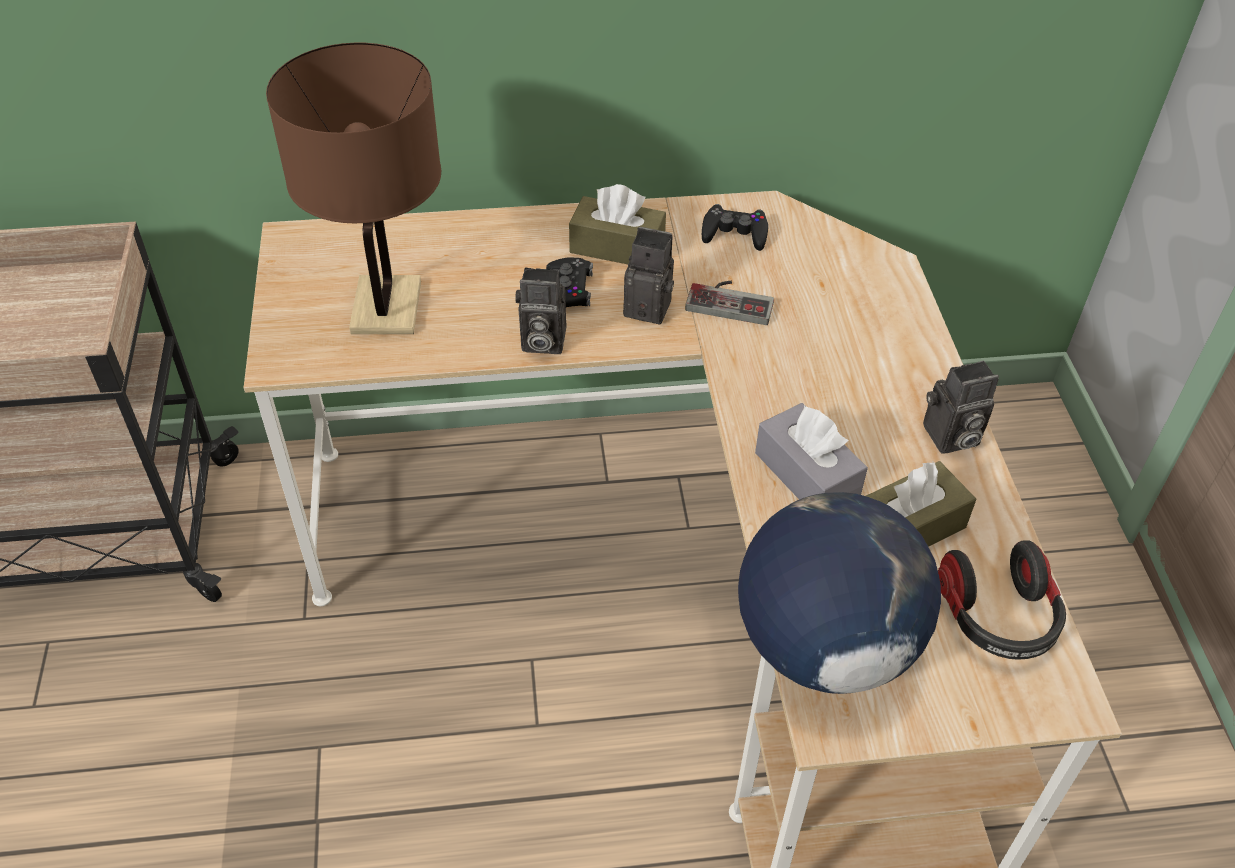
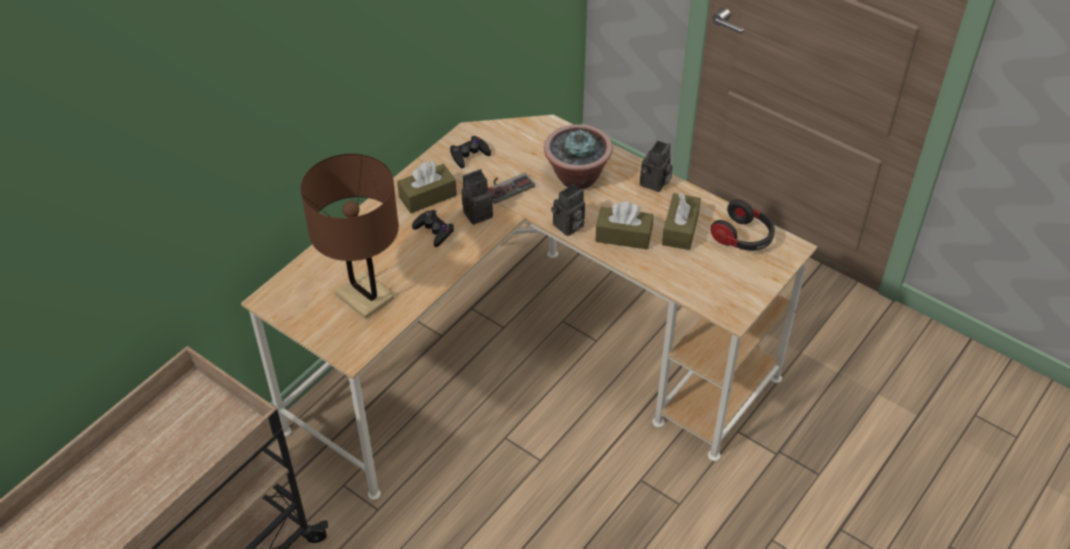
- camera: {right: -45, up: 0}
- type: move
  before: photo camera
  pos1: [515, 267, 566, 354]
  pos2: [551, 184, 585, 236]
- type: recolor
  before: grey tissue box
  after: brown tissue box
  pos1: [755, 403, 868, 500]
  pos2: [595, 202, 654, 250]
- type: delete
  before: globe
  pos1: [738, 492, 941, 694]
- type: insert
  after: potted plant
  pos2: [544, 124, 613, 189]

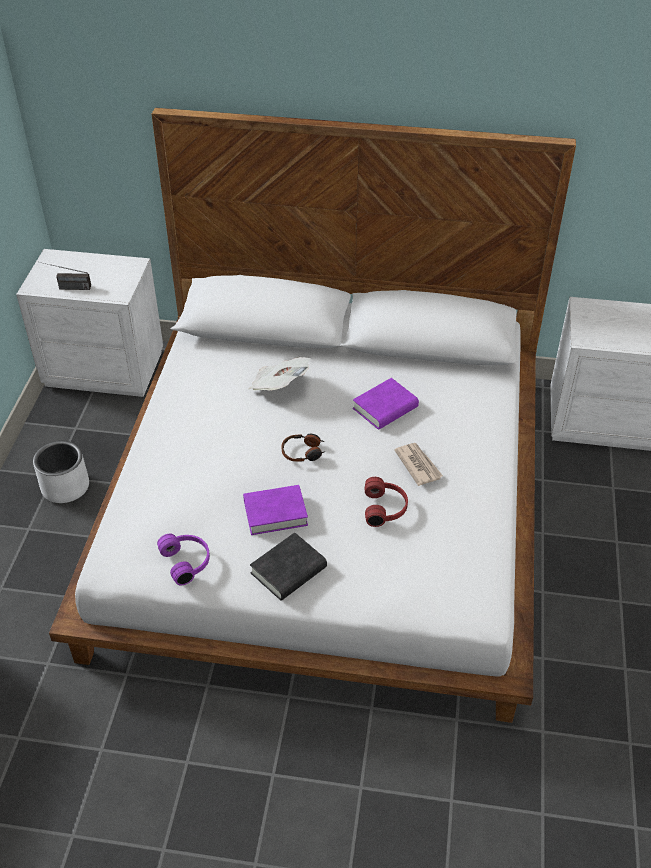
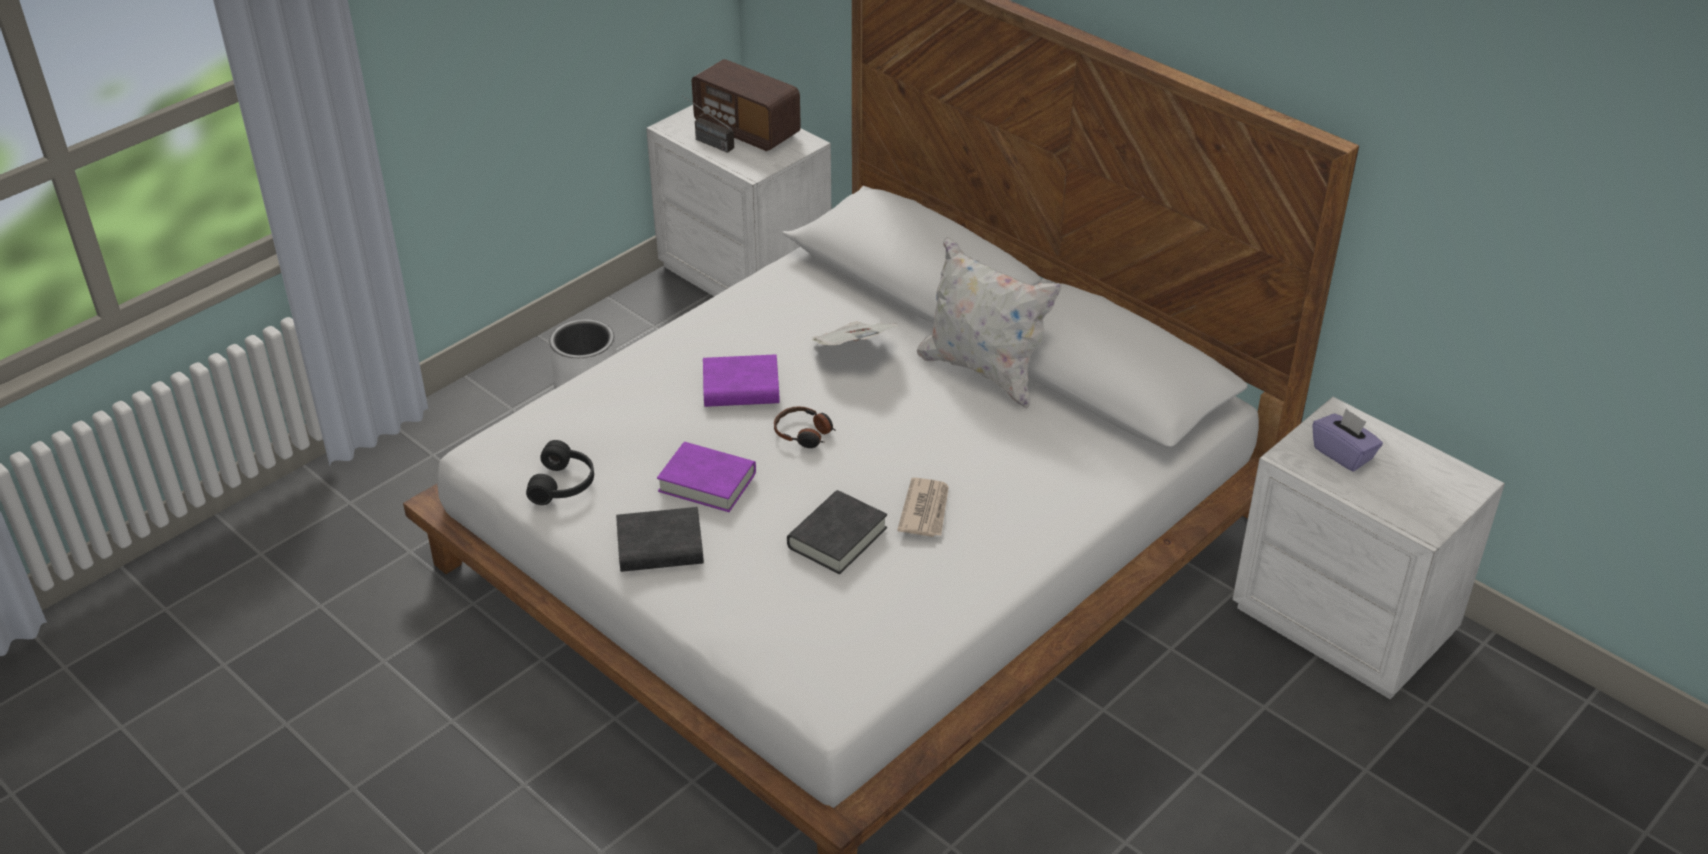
- camera: {right: 35, up: -5}
- type: move
  before: purple book
  pos1: [353, 378, 419, 430]
  pos2: [703, 354, 780, 407]
- type: replace
  before: red headphones
  after: black book
  pos1: [365, 477, 408, 527]
  pos2: [787, 490, 887, 574]
- type: recolor
  before: purple headphones
  after: black headphones
  pos1: [157, 534, 210, 585]
  pos2: [526, 440, 594, 505]
- type: insert
  after: radio
  pos2: [692, 59, 801, 151]
- type: insert
  after: white pillow
  pos2: [917, 237, 1062, 409]
- type: insert
  after: purple tissue box
  pos2: [1312, 408, 1383, 472]

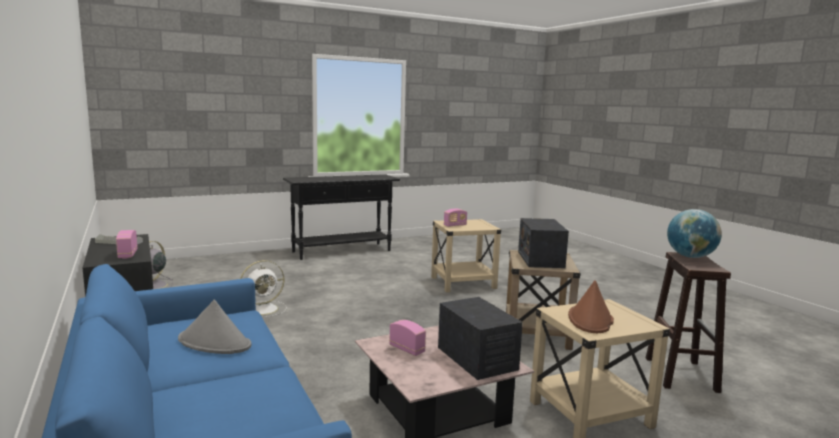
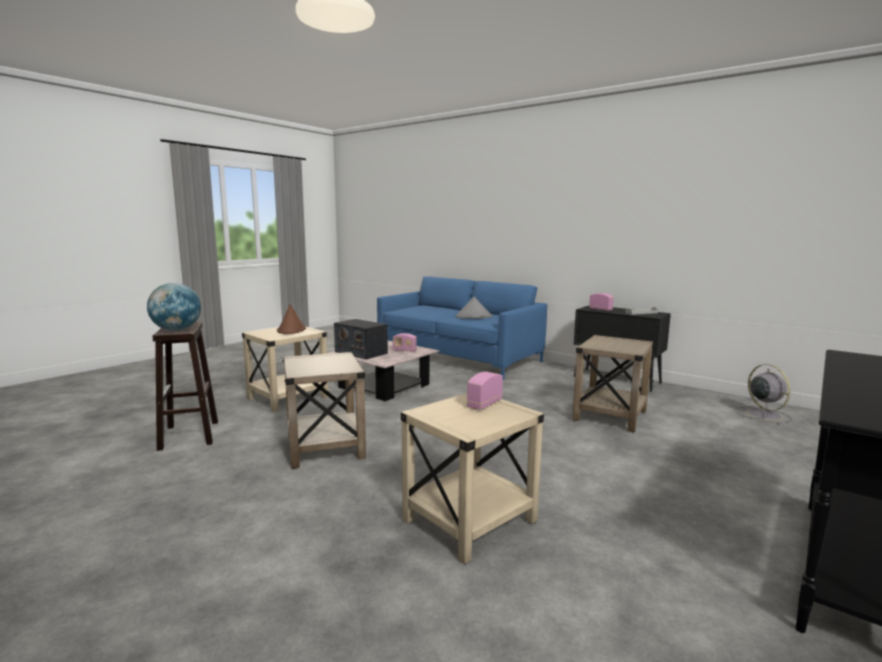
- camera: {right: 155, up: 0}
- type: delete
  before: radio
  pos1: [518, 218, 569, 268]
- type: replace
  before: white fan
  after: beige side table
  pos1: [240, 260, 287, 317]
  pos2: [572, 335, 654, 432]

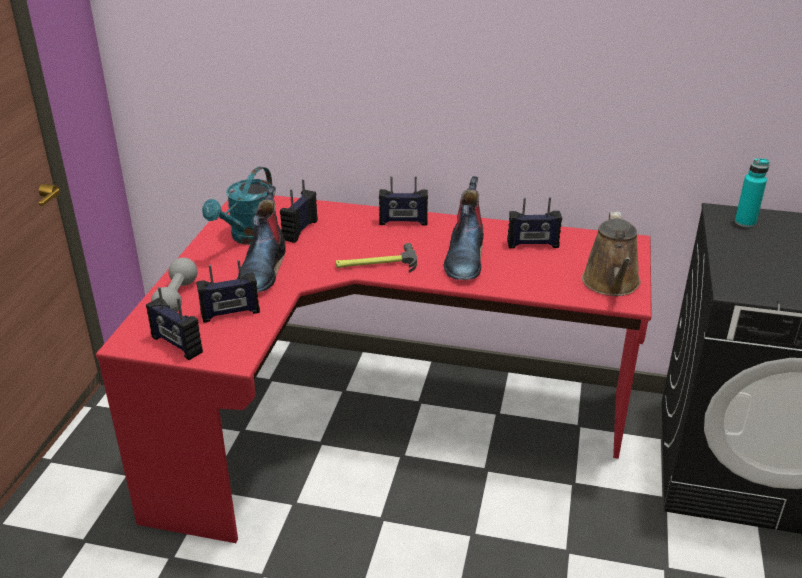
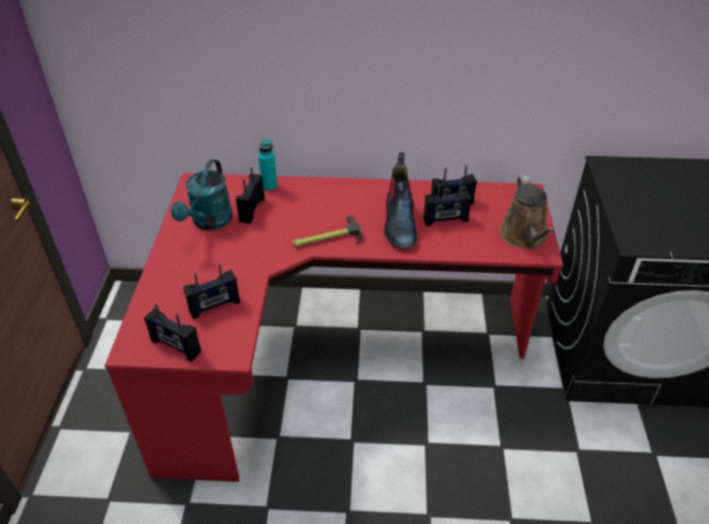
- camera: {right: -10, up: 10}
- type: move
  before: turquoise bottle
  pos1: [735, 158, 770, 228]
  pos2: [258, 140, 277, 191]
- type: move
  before: radio
  pos1: [379, 176, 428, 226]
  pos2: [423, 182, 472, 226]
- type: delete
  before: boot
  pos1: [237, 186, 286, 292]
- type: delete
  before: grey dumbbell
  pos1: [151, 258, 198, 312]

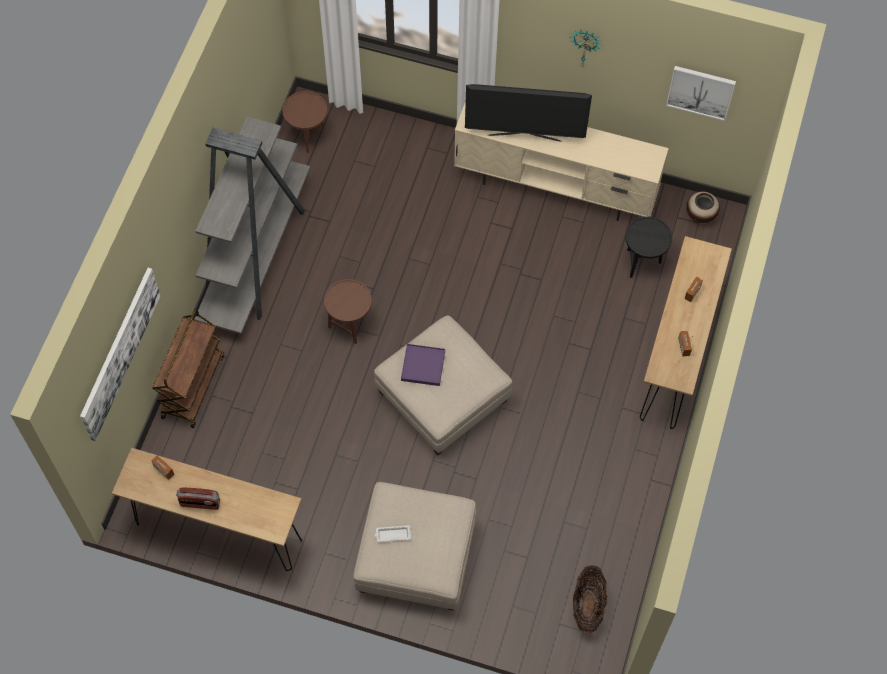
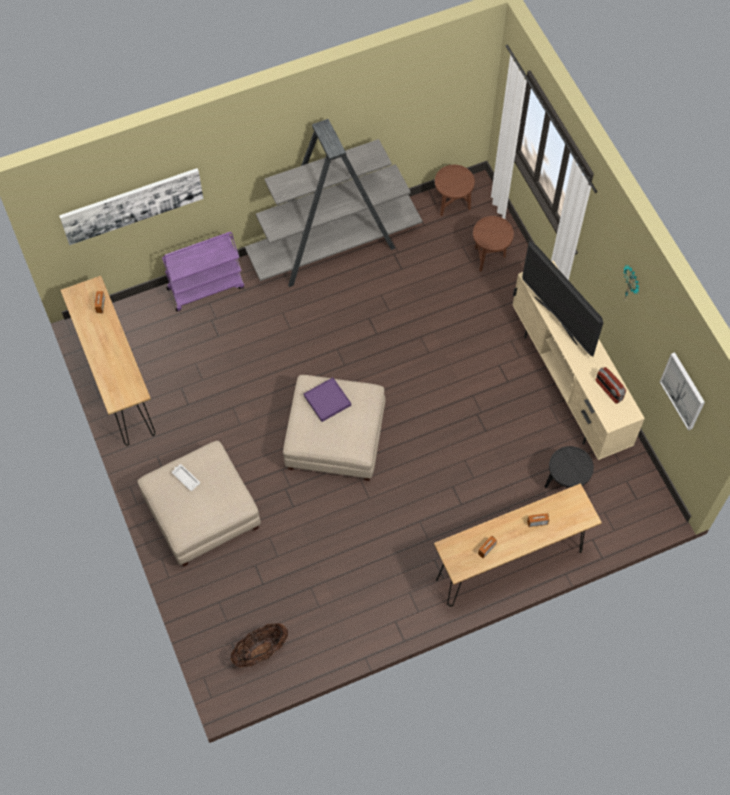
- camera: {right: 50, up: 0}
- type: delete
  before: vase
  pos1: [686, 191, 720, 223]
- type: move
  before: brown side table
  pos1: [324, 279, 372, 344]
  pos2: [473, 216, 514, 272]
- type: recolor
  before: brown cart
  after: purple cart
  pos1: [152, 308, 224, 428]
  pos2: [162, 232, 244, 312]
- type: move
  before: radio
  pos1: [176, 488, 220, 510]
  pos2: [596, 367, 626, 404]

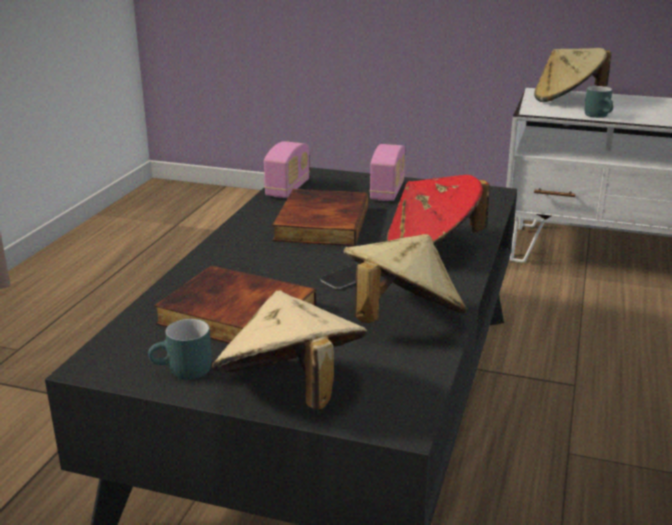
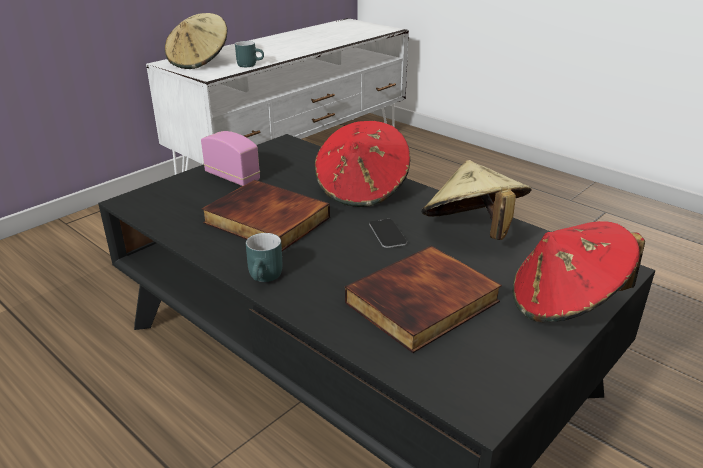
- camera: {right: -65, up: 5}
- type: delete
  before: radio
  pos1: [264, 141, 310, 198]
- type: recolor
  before: beige hat
  after: red hat
  pos1: [212, 290, 367, 409]
  pos2: [513, 221, 645, 322]
- type: move
  before: turquoise mug
  pos1: [148, 319, 211, 380]
  pos2: [246, 233, 282, 282]

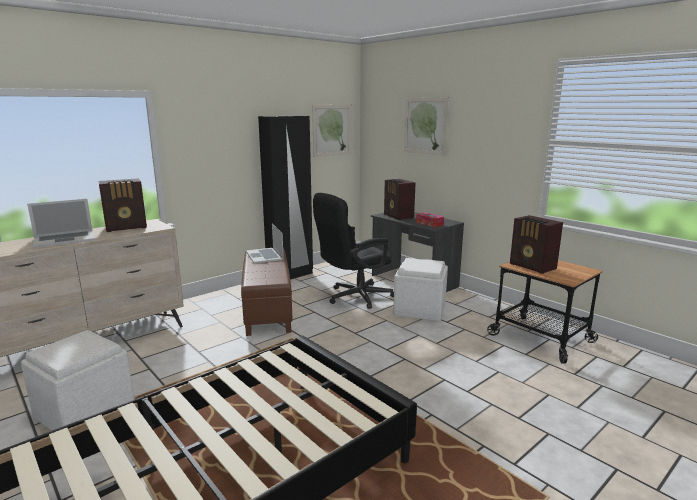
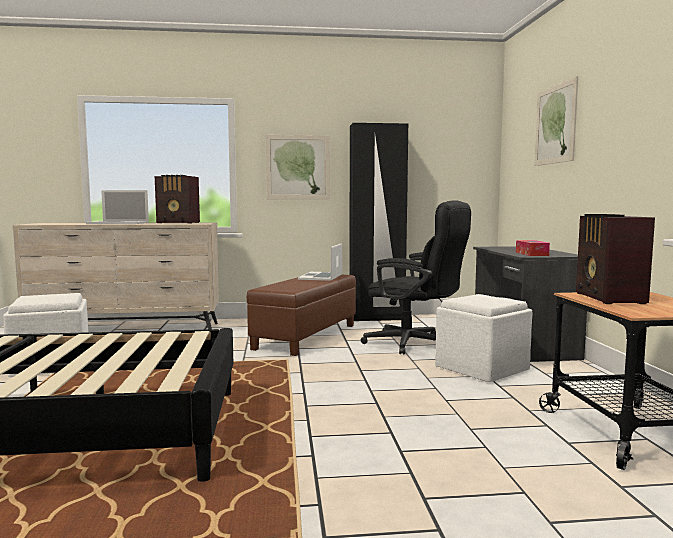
- camera: {right: 35, up: -10}
- type: move
  before: picture
  pos1: [312, 105, 352, 157]
  pos2: [266, 135, 330, 199]
- type: delete
  before: radio
  pos1: [384, 179, 416, 220]
- type: rotate
  before: black office chair
  pos1: [313, 193, 394, 309]
  pos2: [361, 200, 471, 355]
  turn: -150

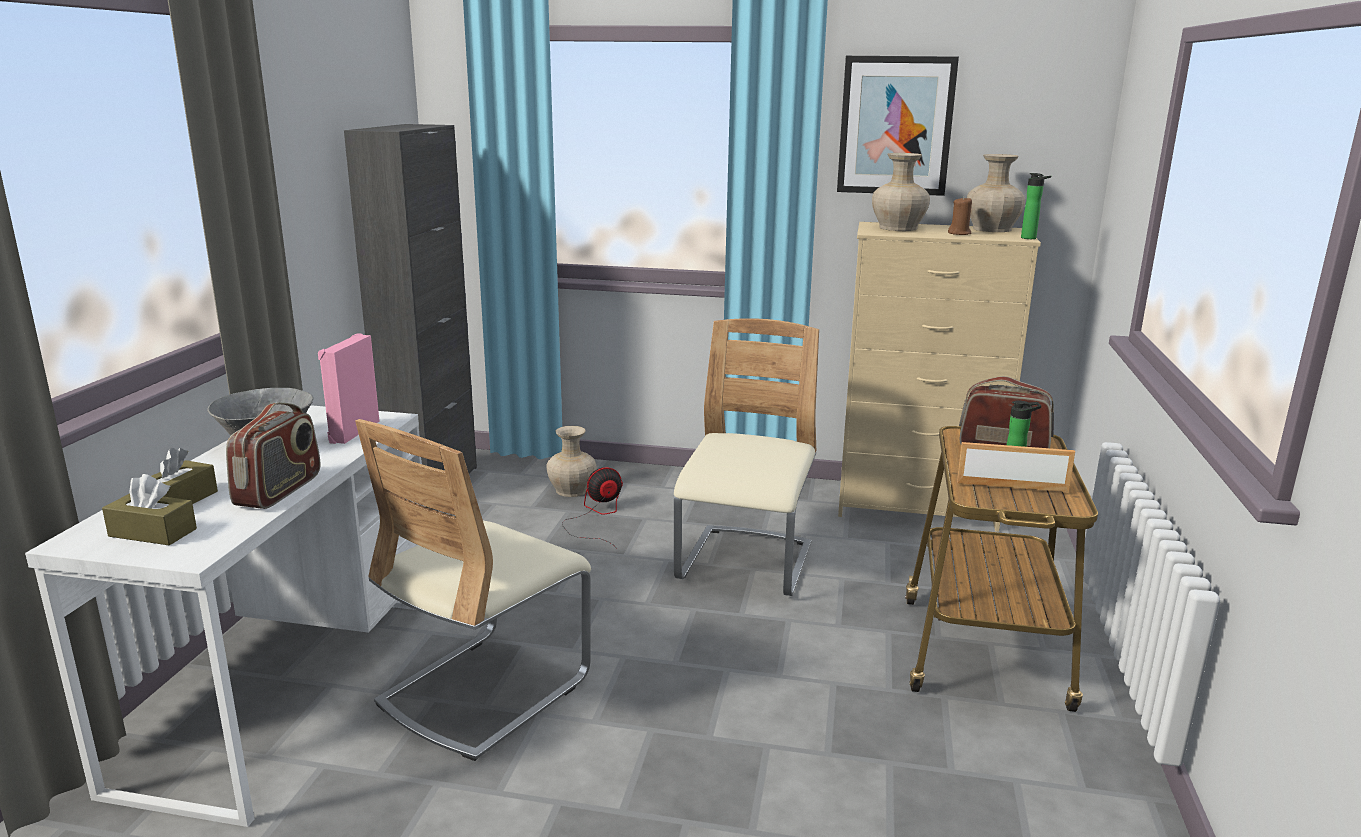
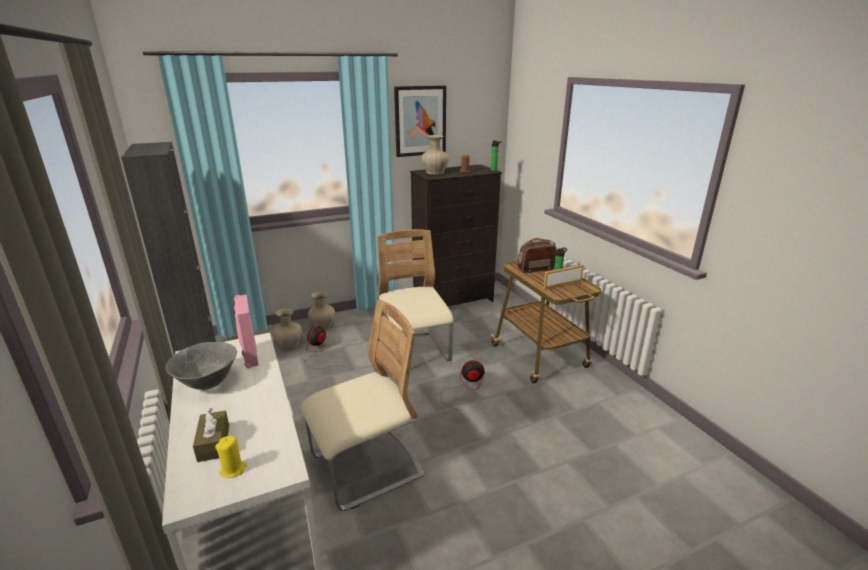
- camera: {right: -35, up: 5}
- type: move
  before: beige vase
  pos1: [967, 154, 1025, 232]
  pos2: [308, 291, 335, 329]
- type: recolor
  before: beige dresser
  after: black dresser
  pos1: [838, 222, 1041, 532]
  pos2: [410, 164, 502, 306]
- type: delete
  before: radio
  pos1: [226, 403, 320, 509]
- type: rotate
  before: beige chair
  pos1: [355, 419, 591, 761]
  pos2: [300, 300, 424, 511]
  turn: -120
- type: replace
  before: brown tissue box
  after: yellow candle
  pos1: [102, 474, 197, 546]
  pos2: [215, 436, 247, 478]
- type: insert
  after: fan
  pos2: [441, 360, 485, 421]

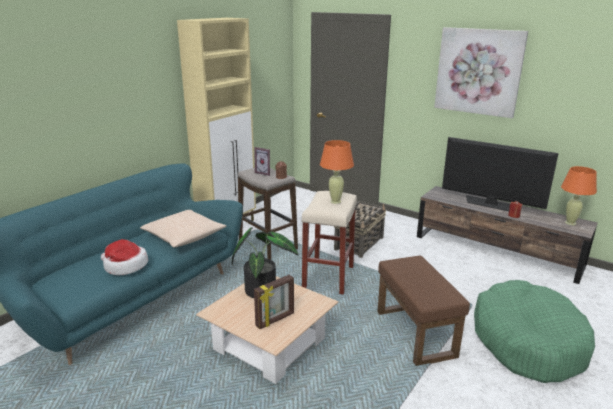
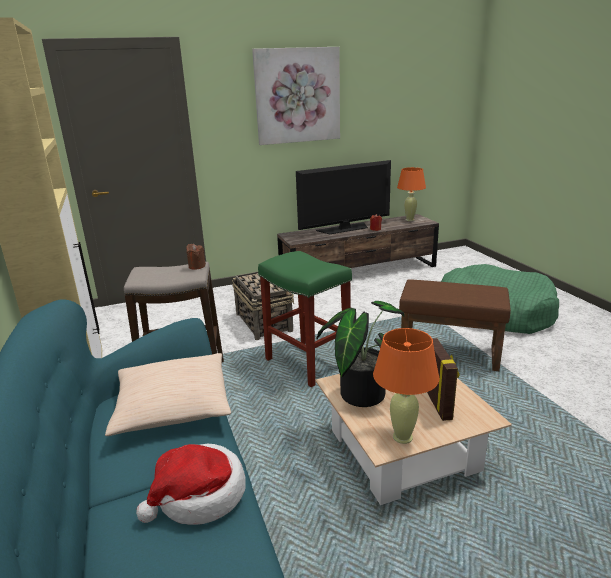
- camera: {right: -55, up: 0}
- type: move
  before: orange table lamp
  pos1: [320, 140, 354, 204]
  pos2: [373, 328, 440, 444]
- type: delete
  before: picture frame
  pos1: [254, 147, 270, 176]
- type: recolor
  before: beige stool
  after: green stool
  pos1: [301, 191, 357, 294]
  pos2: [258, 251, 352, 387]

